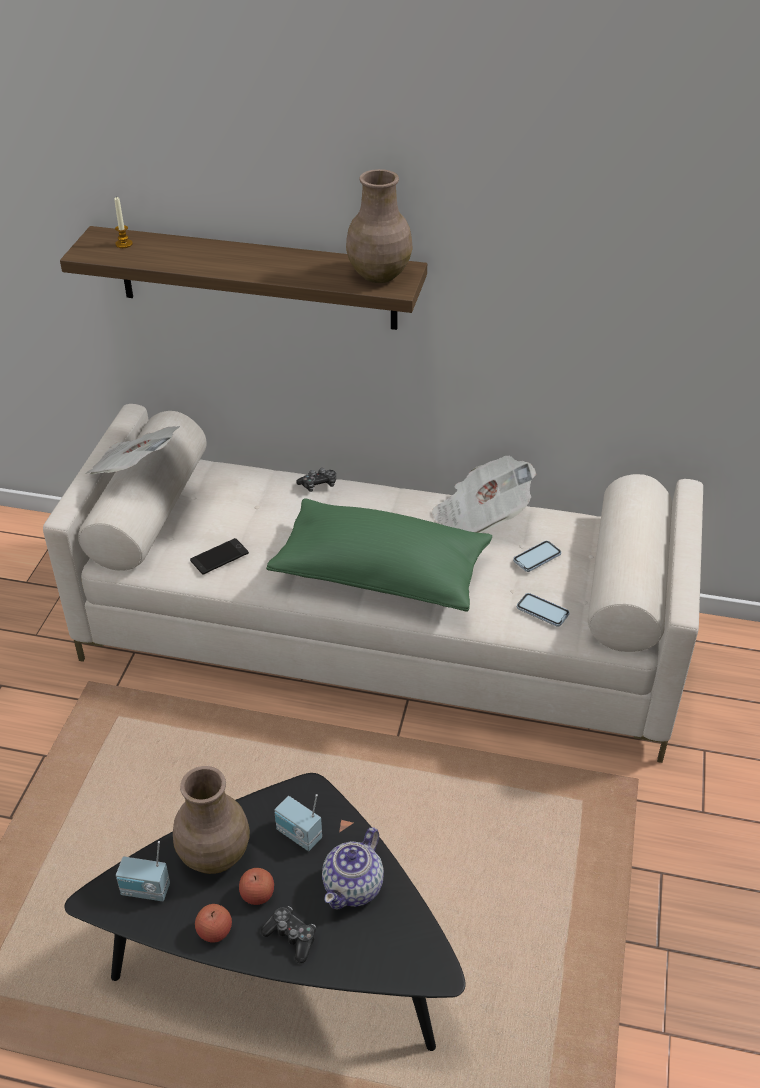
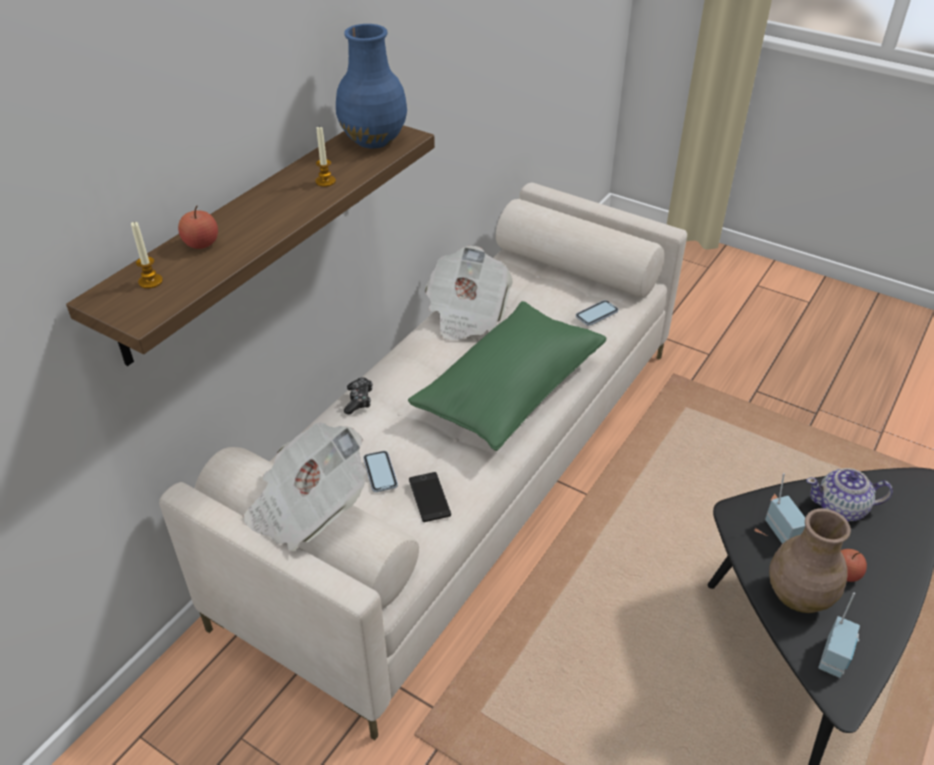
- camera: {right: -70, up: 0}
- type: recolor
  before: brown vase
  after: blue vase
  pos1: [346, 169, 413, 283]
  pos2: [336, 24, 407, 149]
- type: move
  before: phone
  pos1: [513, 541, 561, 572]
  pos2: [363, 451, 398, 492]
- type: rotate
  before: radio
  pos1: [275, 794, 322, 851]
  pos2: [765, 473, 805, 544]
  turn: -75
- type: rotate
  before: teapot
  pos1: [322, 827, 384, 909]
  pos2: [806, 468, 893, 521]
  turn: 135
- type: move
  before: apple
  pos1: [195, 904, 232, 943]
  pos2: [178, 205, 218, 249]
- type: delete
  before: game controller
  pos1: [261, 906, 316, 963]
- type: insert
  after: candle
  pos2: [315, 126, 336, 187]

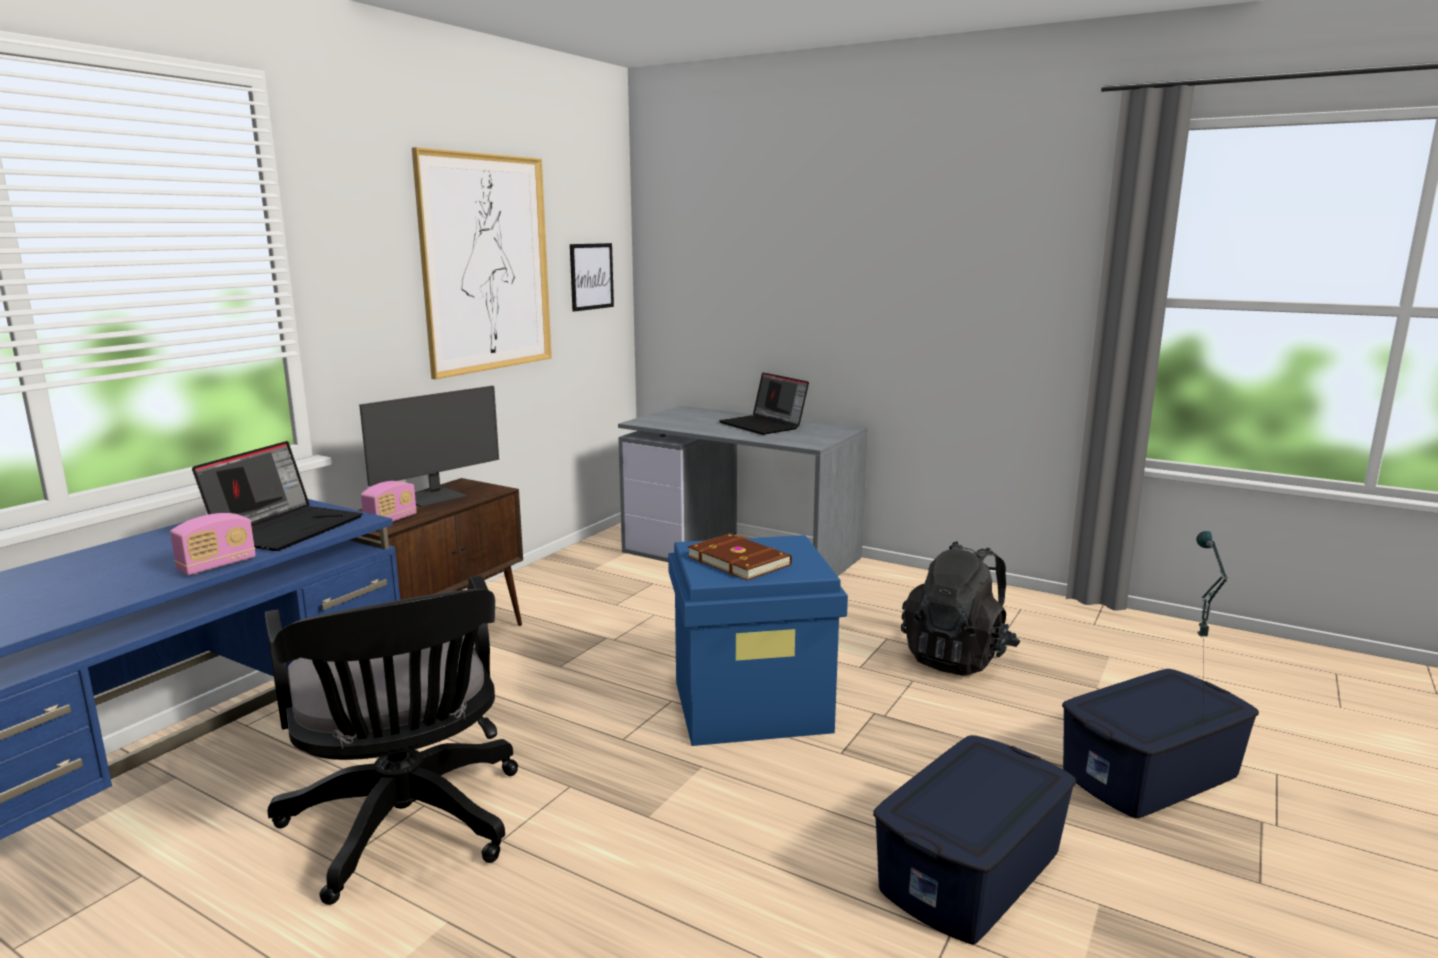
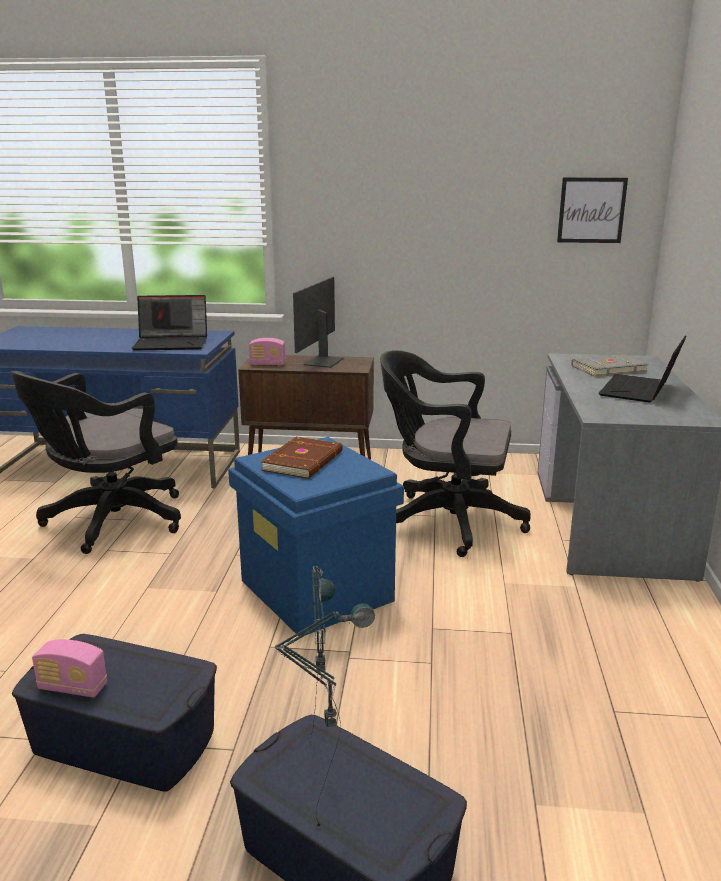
- camera: {right: 65, up: 5}
- type: delete
  before: picture
  pos1: [412, 147, 552, 379]
- type: rotate
  before: monitor
  pos1: [359, 386, 499, 507]
  pos2: [293, 277, 344, 368]
  turn: 90
- type: move
  before: radio
  pos1: [170, 513, 256, 575]
  pos2: [32, 639, 107, 698]
- type: delete
  before: black backpack
  pos1: [901, 541, 1020, 676]
- type: insert
  after: black office chair
  pos2: [380, 350, 531, 557]
- type: insert
  after: grey book
  pos2: [571, 355, 649, 377]
- type: insert
  after: table lamp
  pos2: [310, 566, 335, 745]

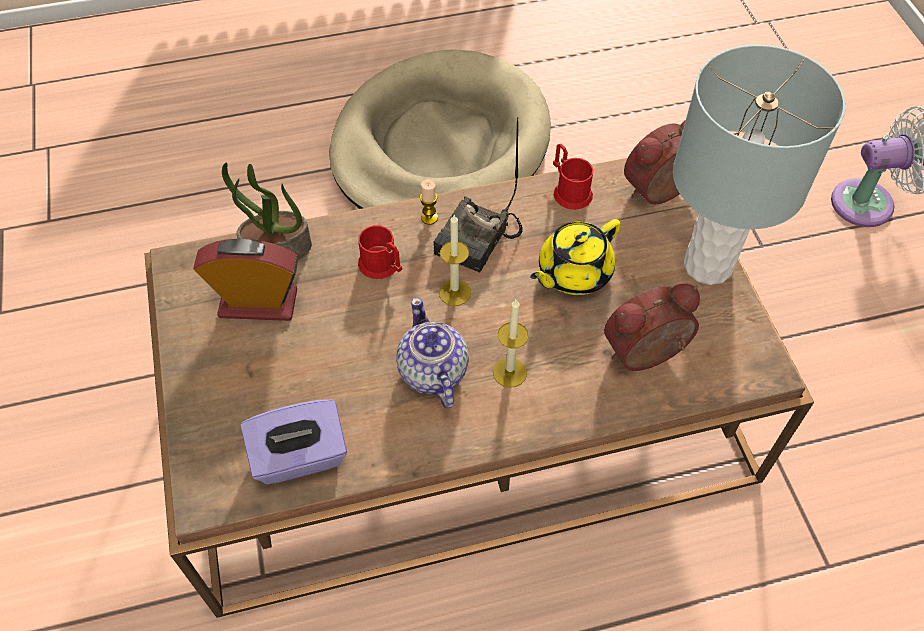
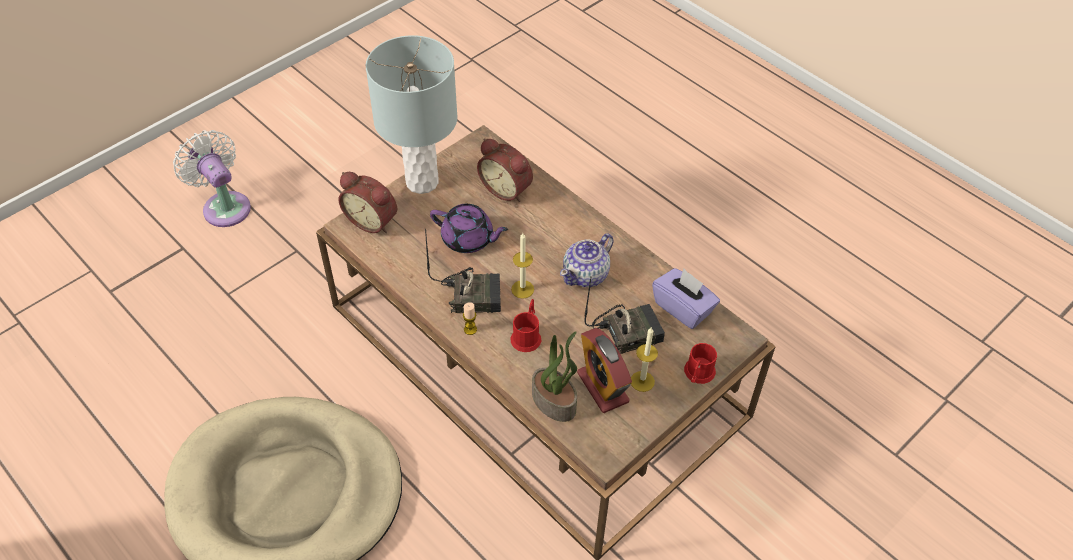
- camera: {right: -120, up: -5}
- type: move
  before: red mug
  pos1: [553, 144, 593, 210]
  pos2: [684, 343, 717, 384]
- type: recolor
  before: yellow teapot
  after: purple teapot
  pos1: [530, 219, 621, 295]
  pos2: [430, 204, 508, 253]
- type: move
  before: candle
  pos1: [493, 300, 529, 388]
  pos2: [631, 327, 658, 392]
- type: insert
  after: radio
  pos2: [584, 278, 665, 354]

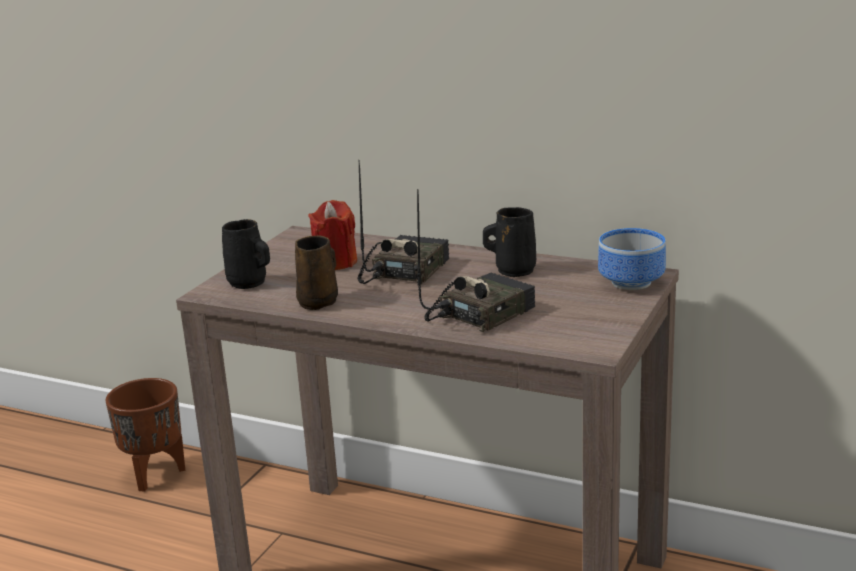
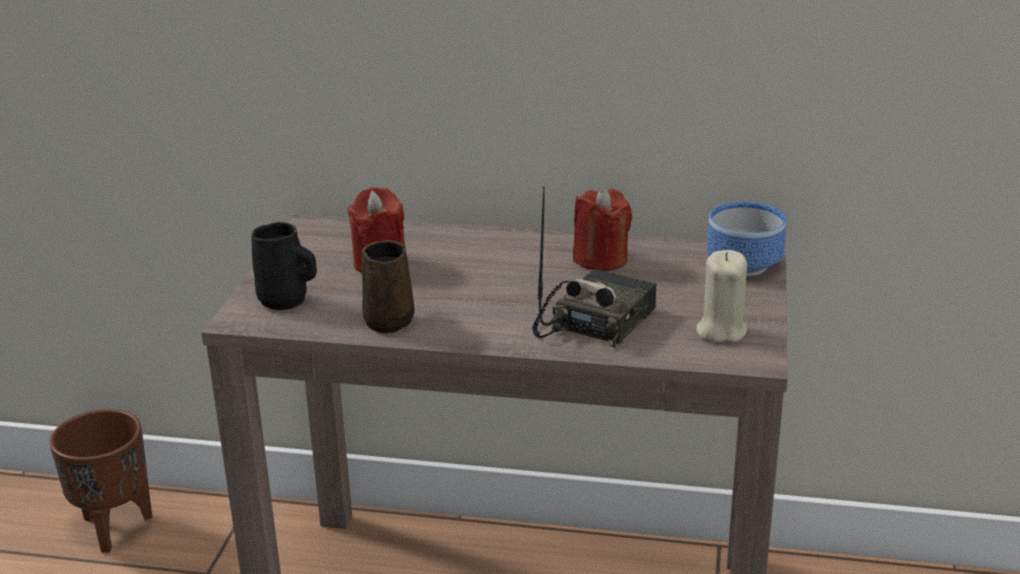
- camera: {right: -15, up: 5}
- type: delete
  before: radio
  pos1: [357, 160, 449, 284]
- type: replace
  before: black mug
  after: red candle
  pos1: [483, 207, 536, 277]
  pos2: [573, 188, 632, 271]
- type: insert
  after: beige candle
  pos2: [696, 250, 747, 343]

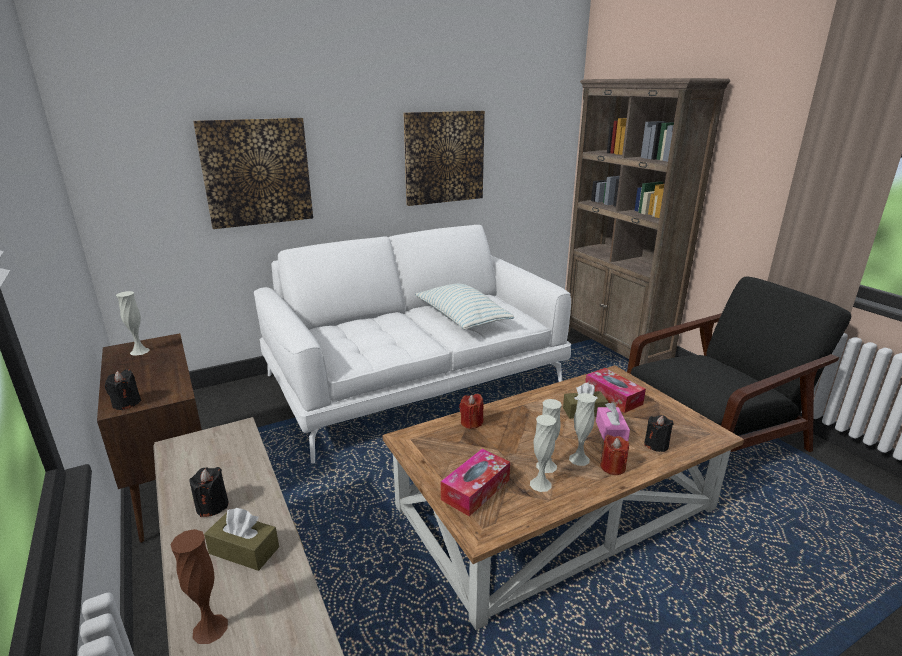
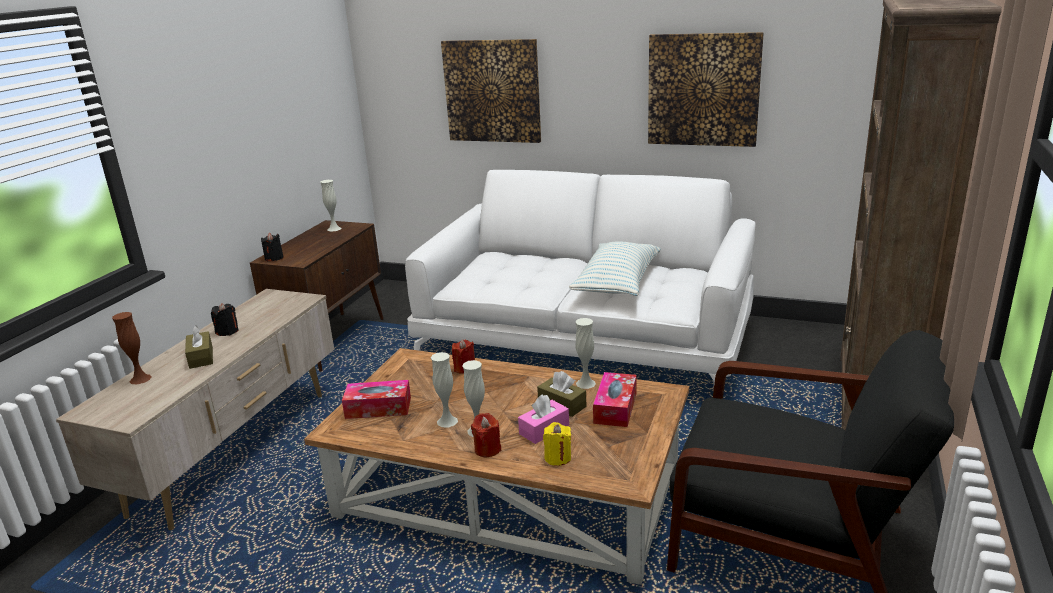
- camera: {right: 50, up: 0}
- type: move
  before: white vase
  pos1: [530, 415, 556, 492]
  pos2: [575, 318, 596, 389]
- type: recolor
  before: black candle
  after: yellow candle
  pos1: [644, 415, 673, 452]
  pos2: [543, 422, 571, 466]

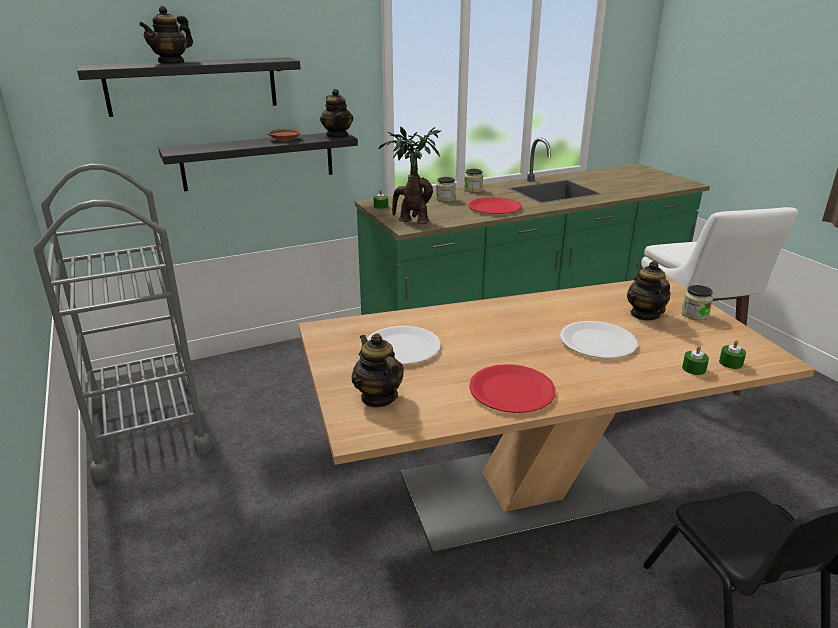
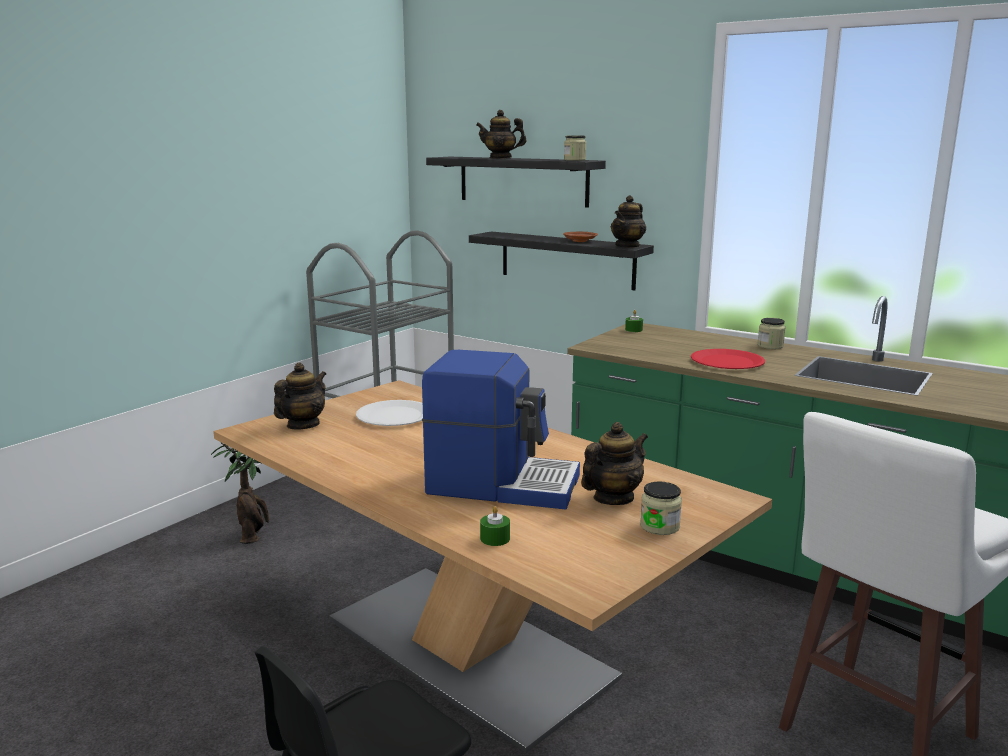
- camera: {right: 60, up: -10}
- type: move
  before: potted plant
  pos1: [379, 126, 441, 224]
  pos2: [211, 443, 269, 544]
- type: move
  before: jar
  pos1: [436, 177, 456, 202]
  pos2: [564, 136, 586, 161]
- type: replace
  before: white plate
  after: coffee machine
  pos1: [560, 321, 637, 358]
  pos2: [422, 350, 580, 510]
- type: delete
  before: green candle
  pos1: [719, 340, 746, 369]
- type: delete
  before: red plate
  pos1: [469, 364, 555, 413]

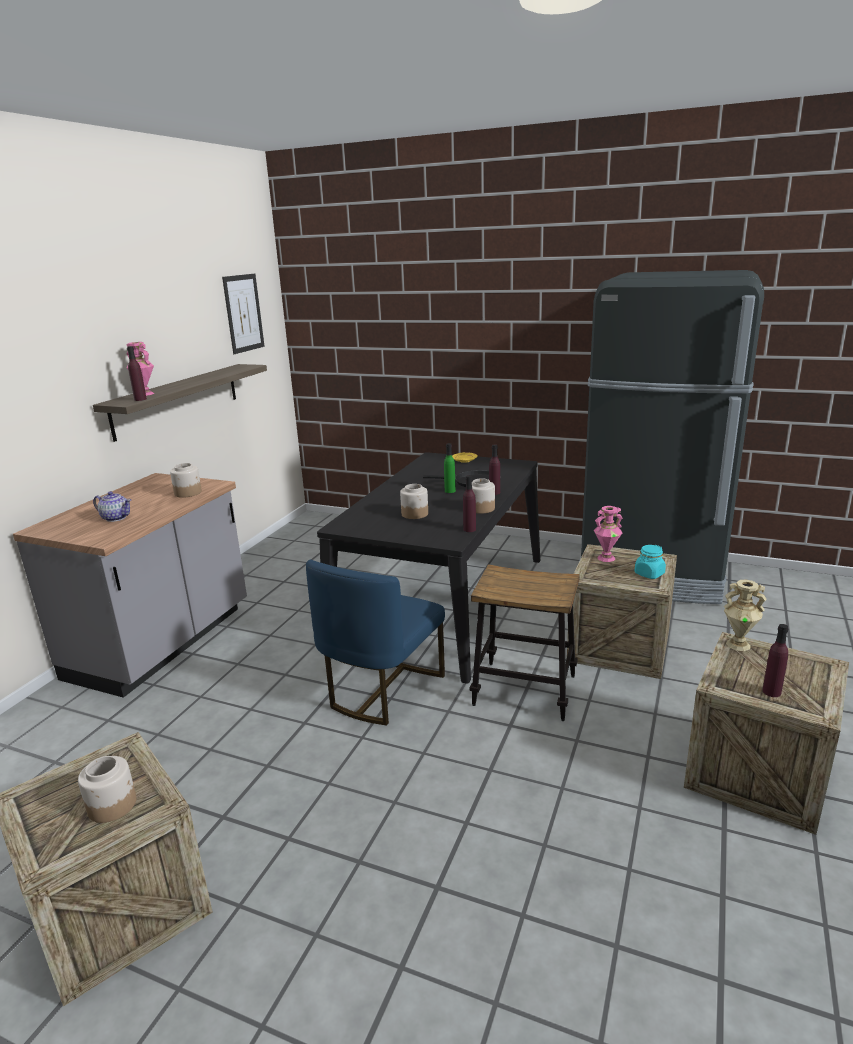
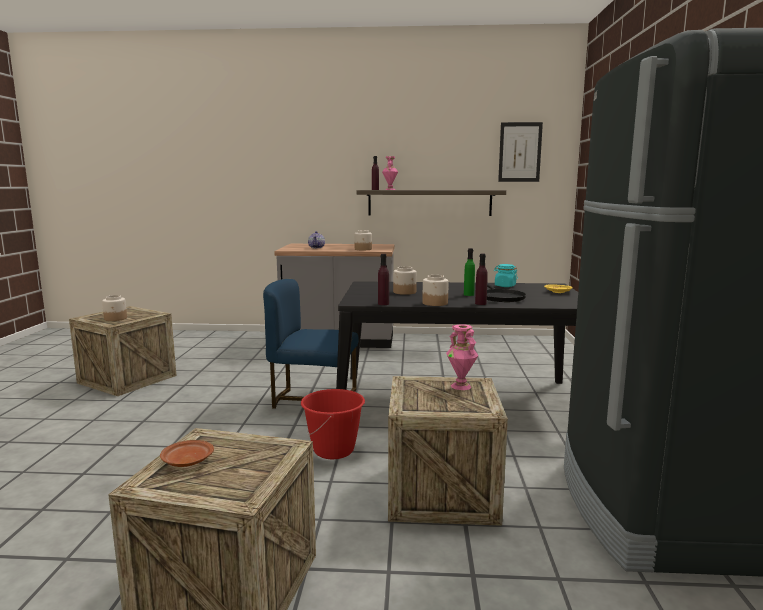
- camera: {right: 70, up: -10}
- type: move
  before: turquoise jar
  pos1: [635, 545, 666, 579]
  pos2: [494, 264, 518, 287]
- type: replace
  before: stool
  after: red bucket
  pos1: [469, 564, 580, 721]
  pos2: [301, 389, 365, 459]
- type: delete
  before: beige vase
  pos1: [724, 580, 767, 651]
- type: replace
  before: purple bottle
  after: brown plate
  pos1: [762, 624, 789, 697]
  pos2: [160, 440, 214, 467]

